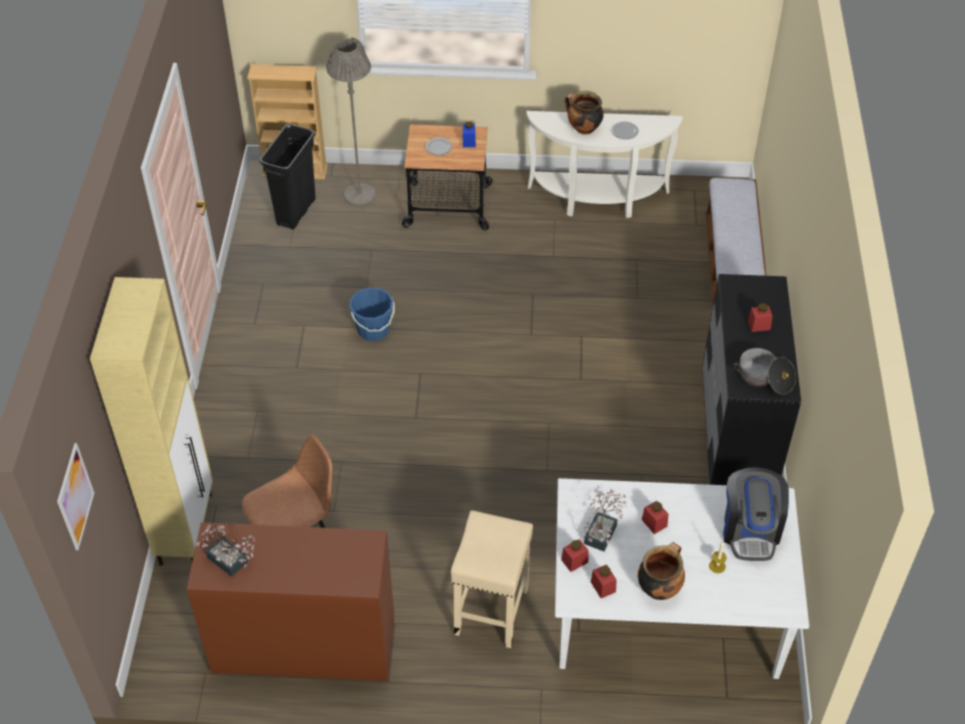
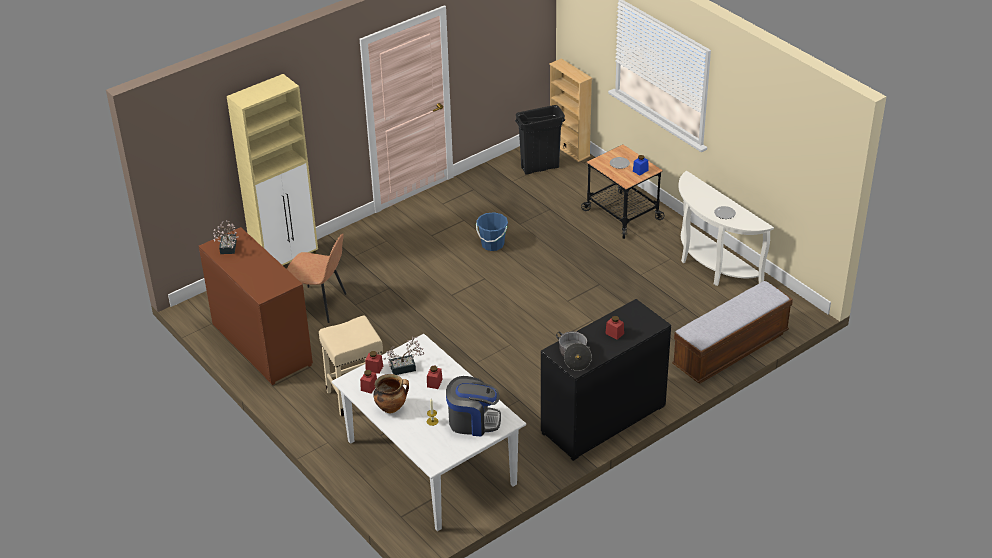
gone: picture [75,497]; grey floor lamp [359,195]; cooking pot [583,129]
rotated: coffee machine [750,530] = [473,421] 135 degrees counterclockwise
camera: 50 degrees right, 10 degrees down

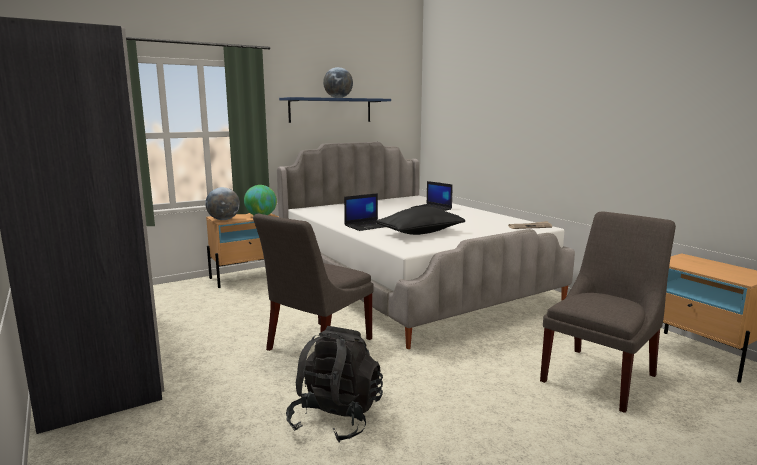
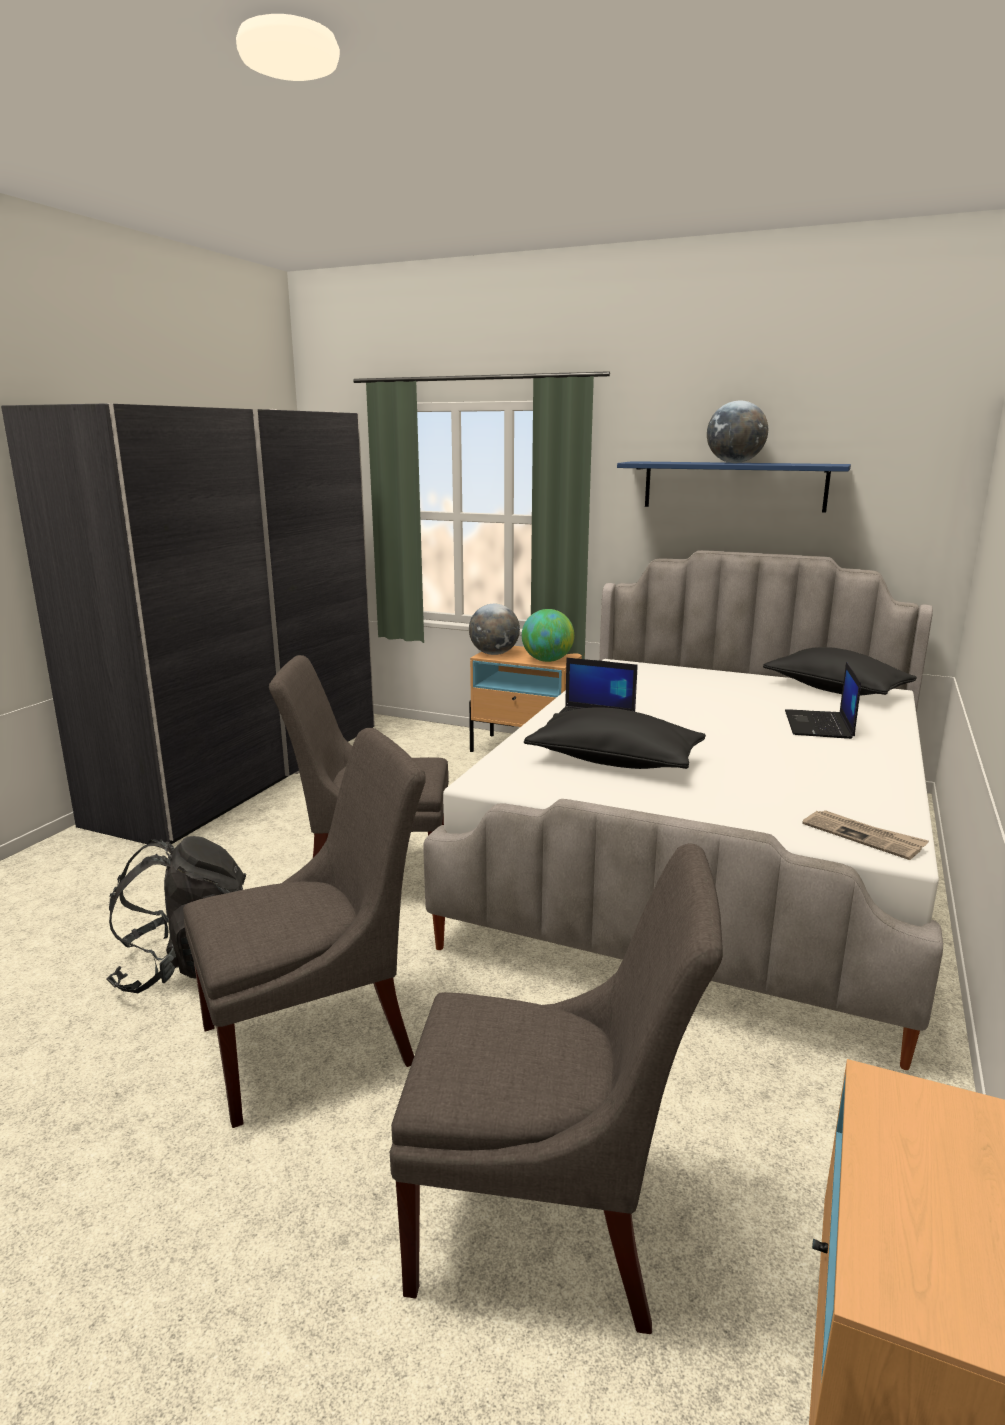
new: grey chair [318,1041]; black pillow [835,690]
camera: 55 degrees right, 5 degrees up

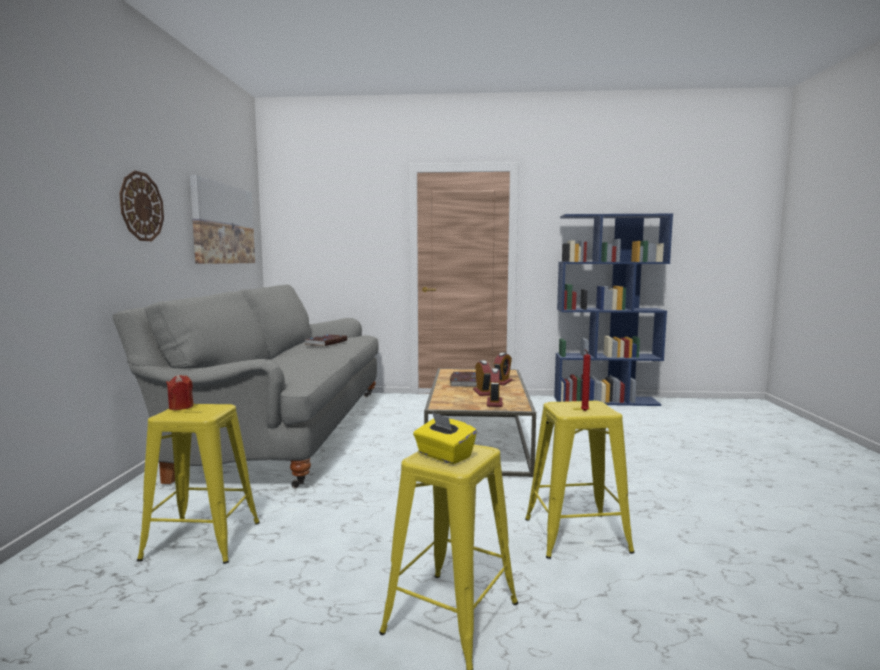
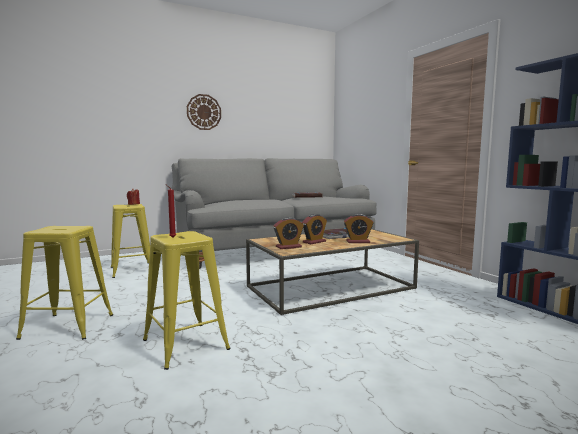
gone: picture [223,224]; yellow tissue box [444,456]
camera: 60 degrees right, 0 degrees up

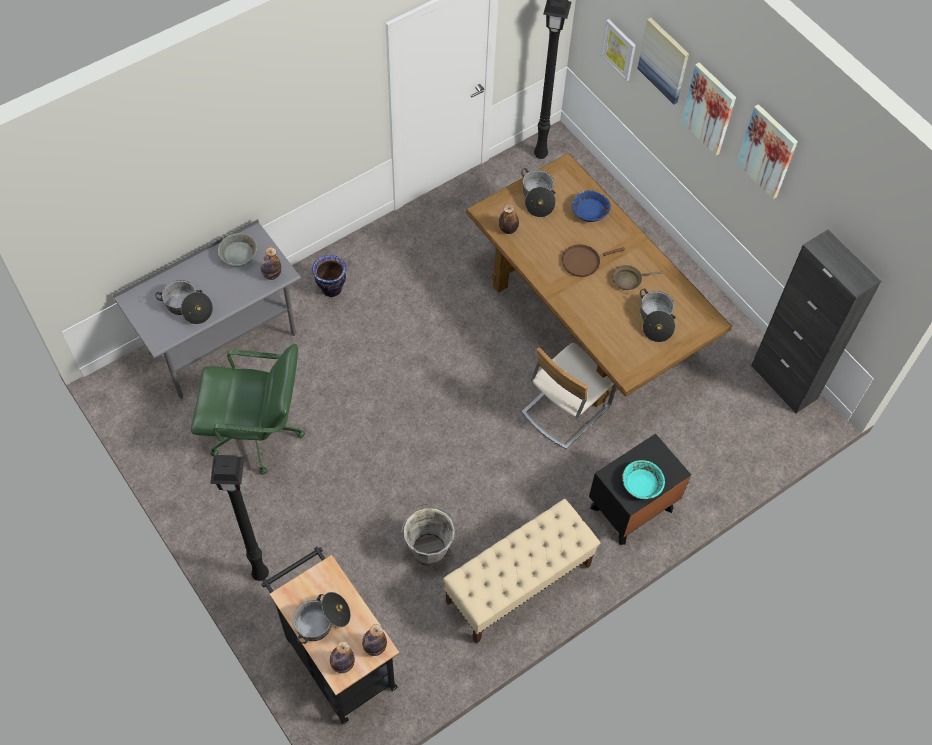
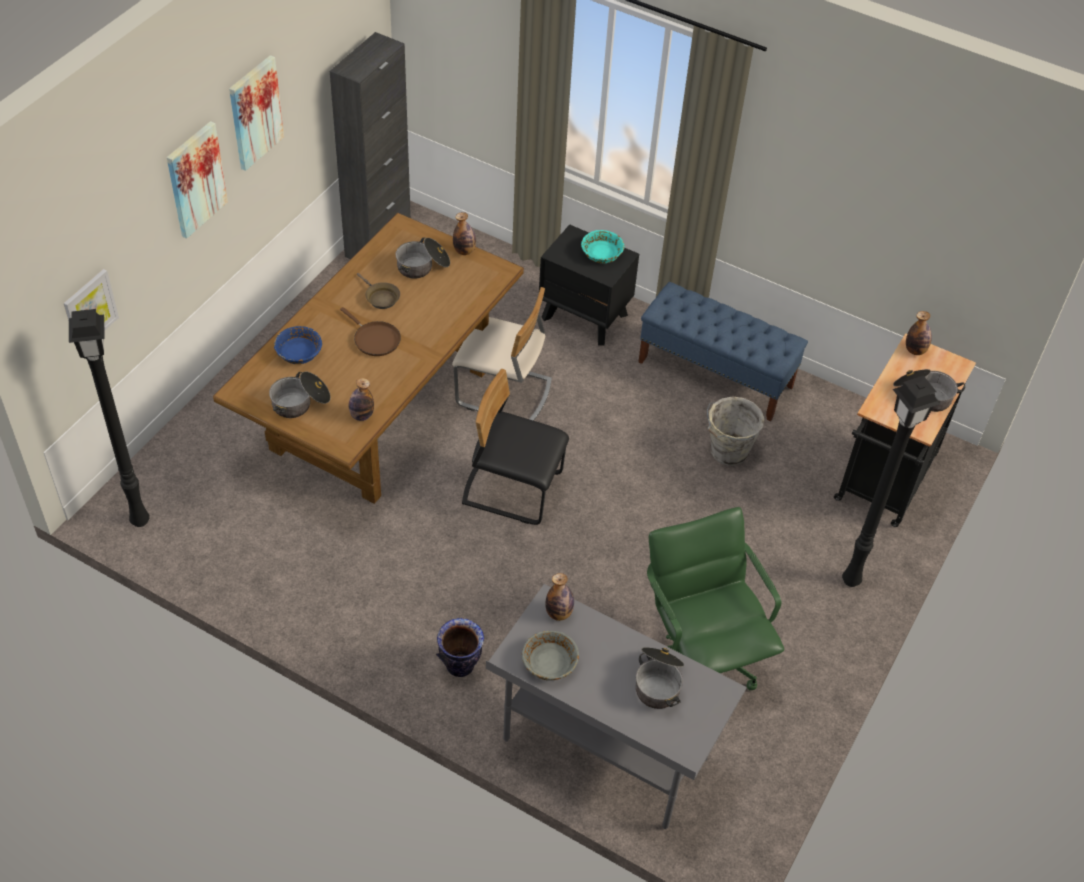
gone: picture [664,60]
new: black chair [512,488]
shifted: bottle [342,664] to [464,251]
repainted: beige bench [518,584] to blue bench [716,374]
camera: 115 degrees left, 10 degrees down

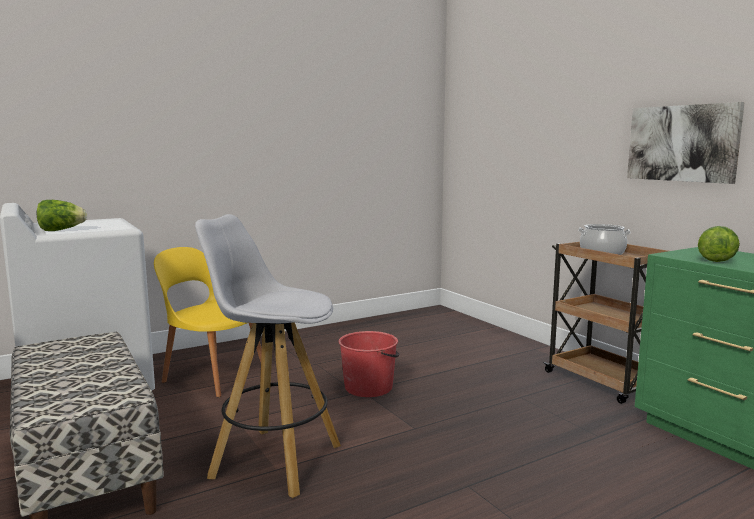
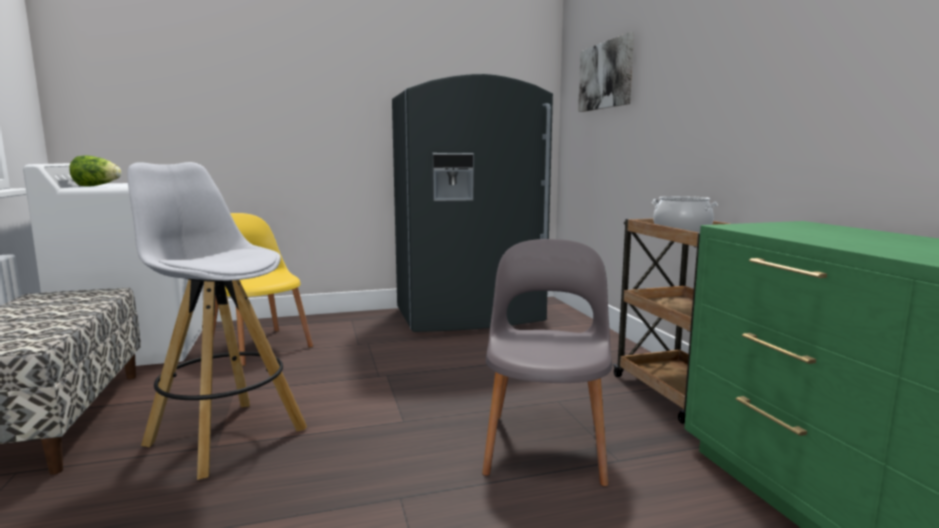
gone: red bucket [369,387]; lettuce [716,259]
new: grey fridge [470,316]; grey chair [546,444]
shifted: picture [682,143] to [605,75]
camera: 15 degrees right, 0 degrees up

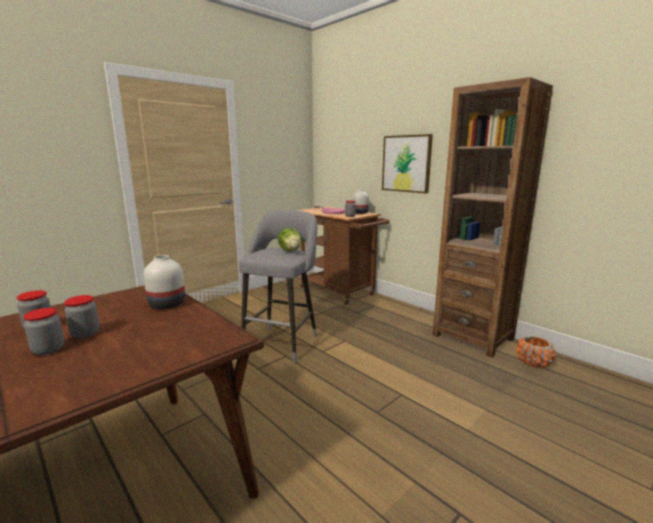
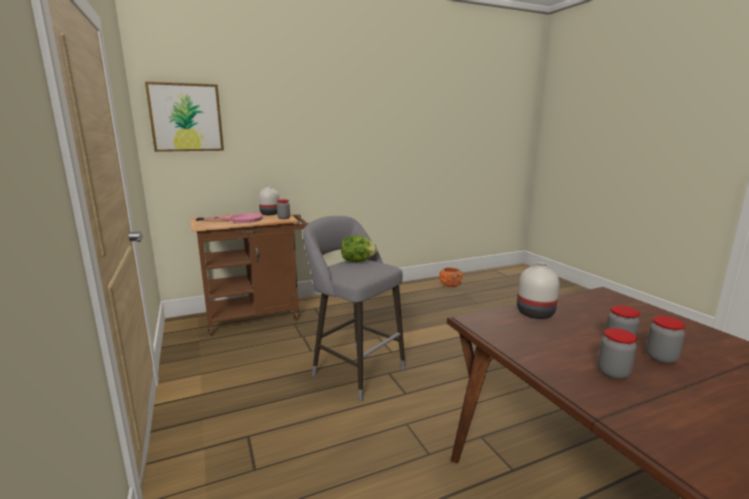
gone: brown bookcase [473,337]
shifted: picture [406,163] to [186,117]
camera: 70 degrees left, 0 degrees up

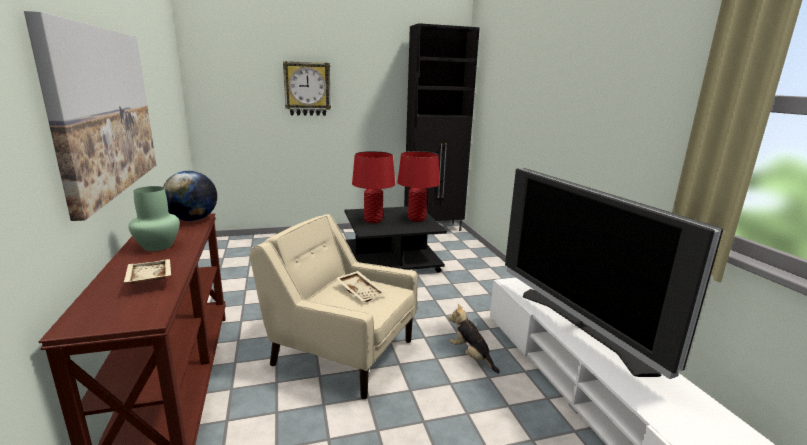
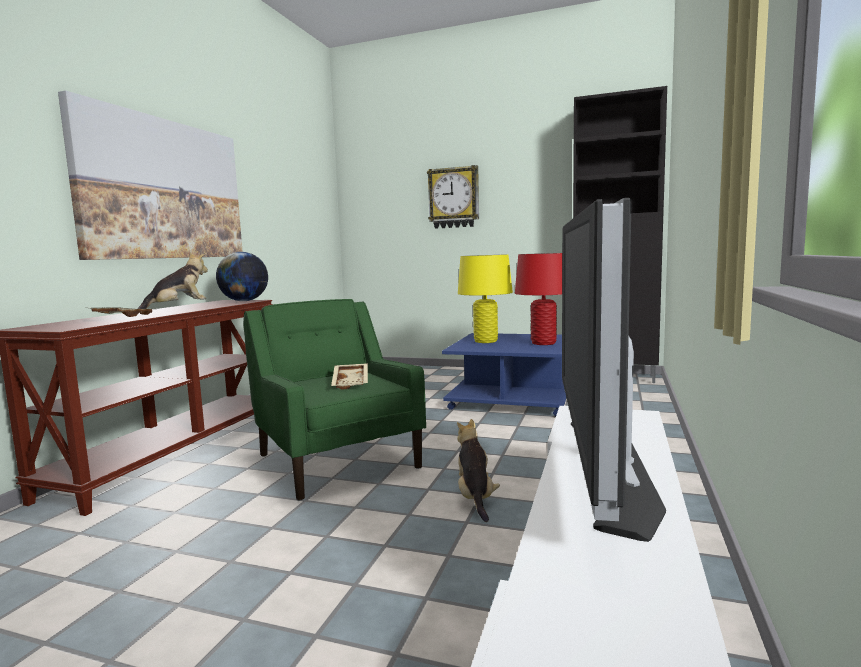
swapped: green vase [157,246] to plush toy [178,308]
repainted: beige armchair [341,352] to green armchair [337,460]; black coffee table [390,259] to blue coffee table [511,397]; red table lamp [373,220] to yellow table lamp [485,341]
camera: 35 degrees right, 10 degrees down

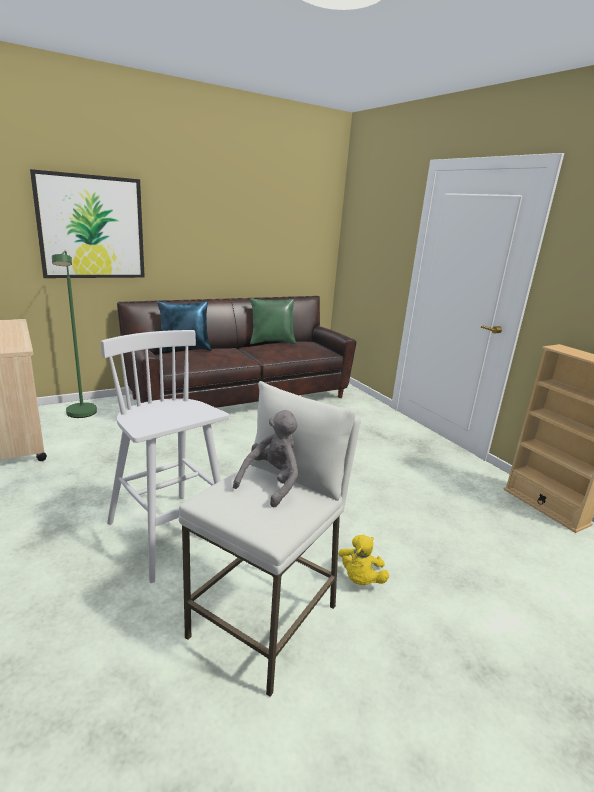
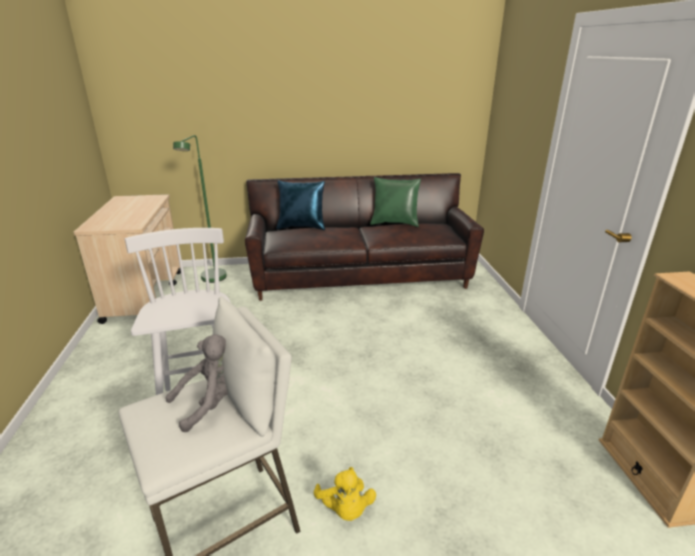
gone: picture [91,227]
rotated: yellow plush toy [360,579] = [345,509] 60 degrees counterclockwise
camera: 25 degrees right, 5 degrees up

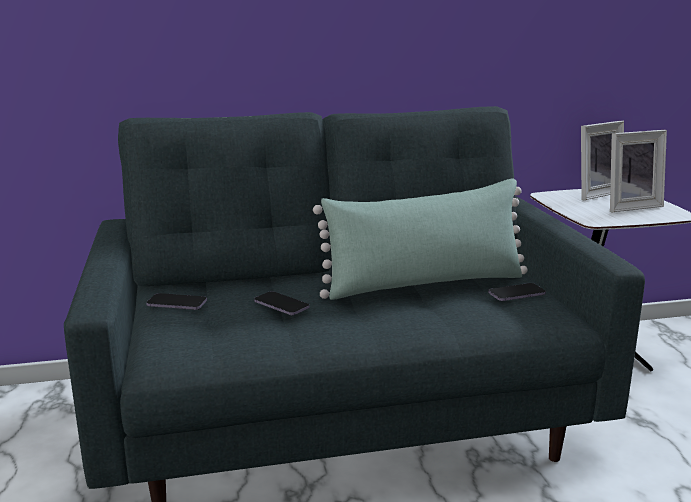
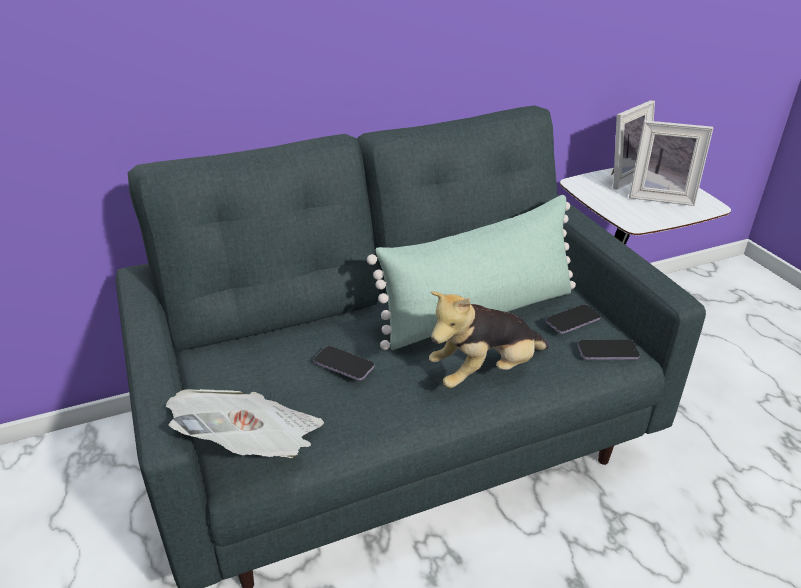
new: newspaper [255,447]; plush toy [485,372]
shifted: phone [177,304] to [607,351]
rotated: picture frame [628,206] = [661,196] 45 degrees clockwise
camera: 10 degrees left, 15 degrees up

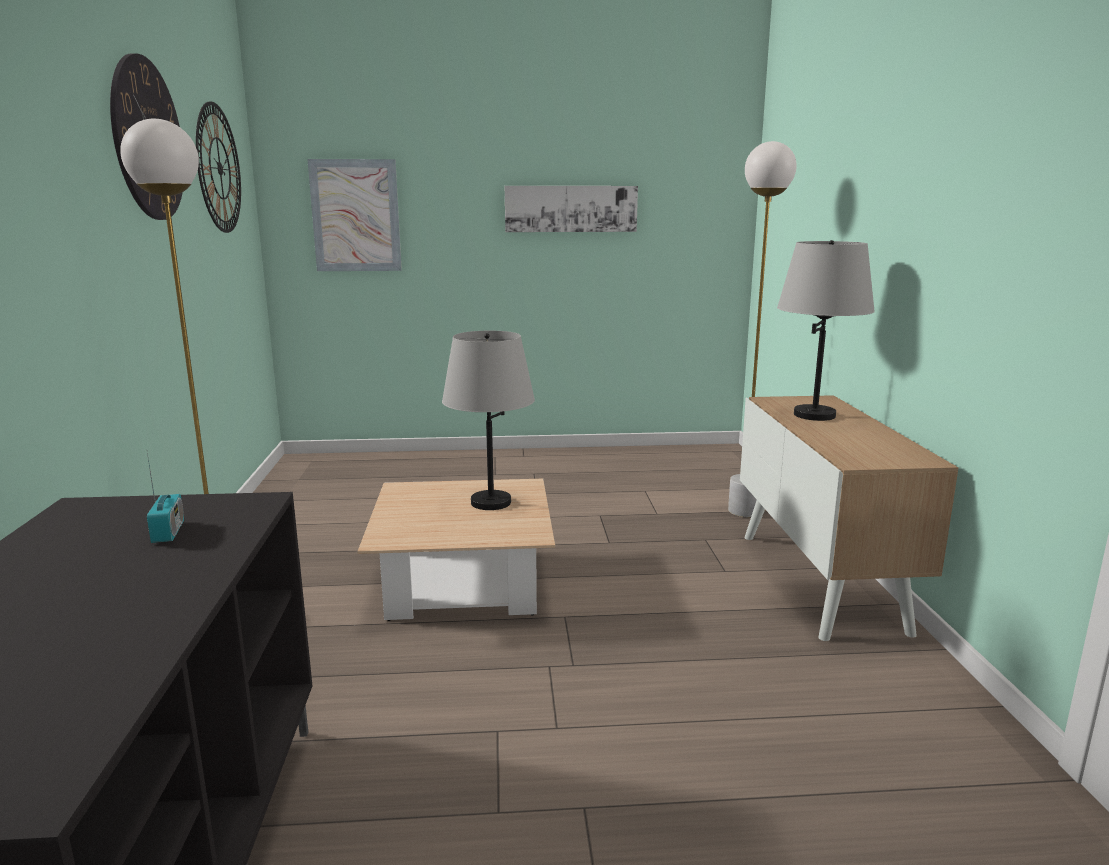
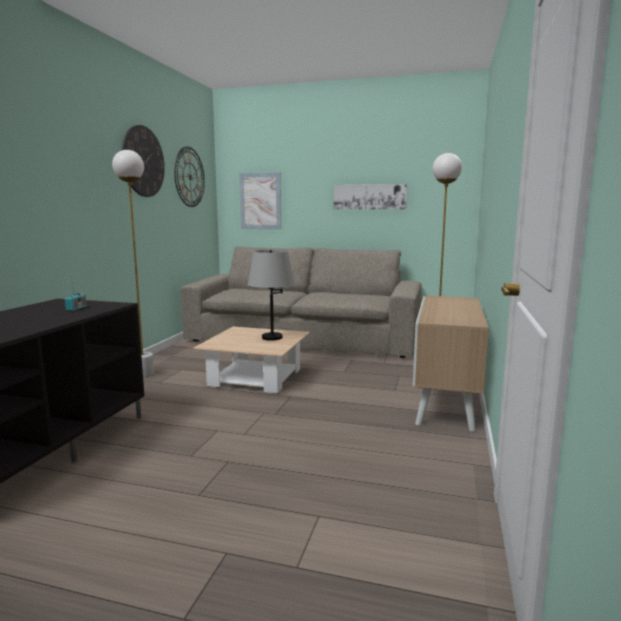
gone: grey table lamp [814,415]
new: beige sofa [304,339]
camera: 20 degrees right, 5 degrees down

